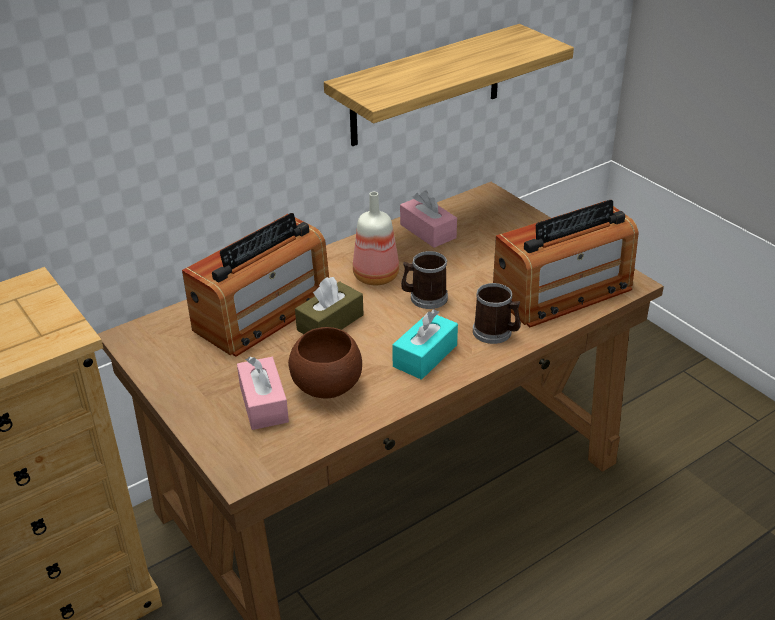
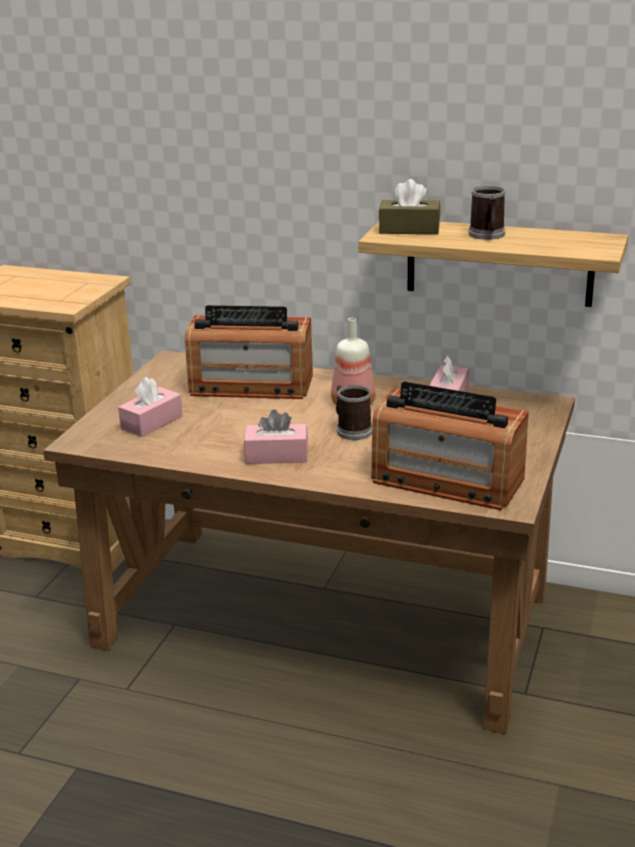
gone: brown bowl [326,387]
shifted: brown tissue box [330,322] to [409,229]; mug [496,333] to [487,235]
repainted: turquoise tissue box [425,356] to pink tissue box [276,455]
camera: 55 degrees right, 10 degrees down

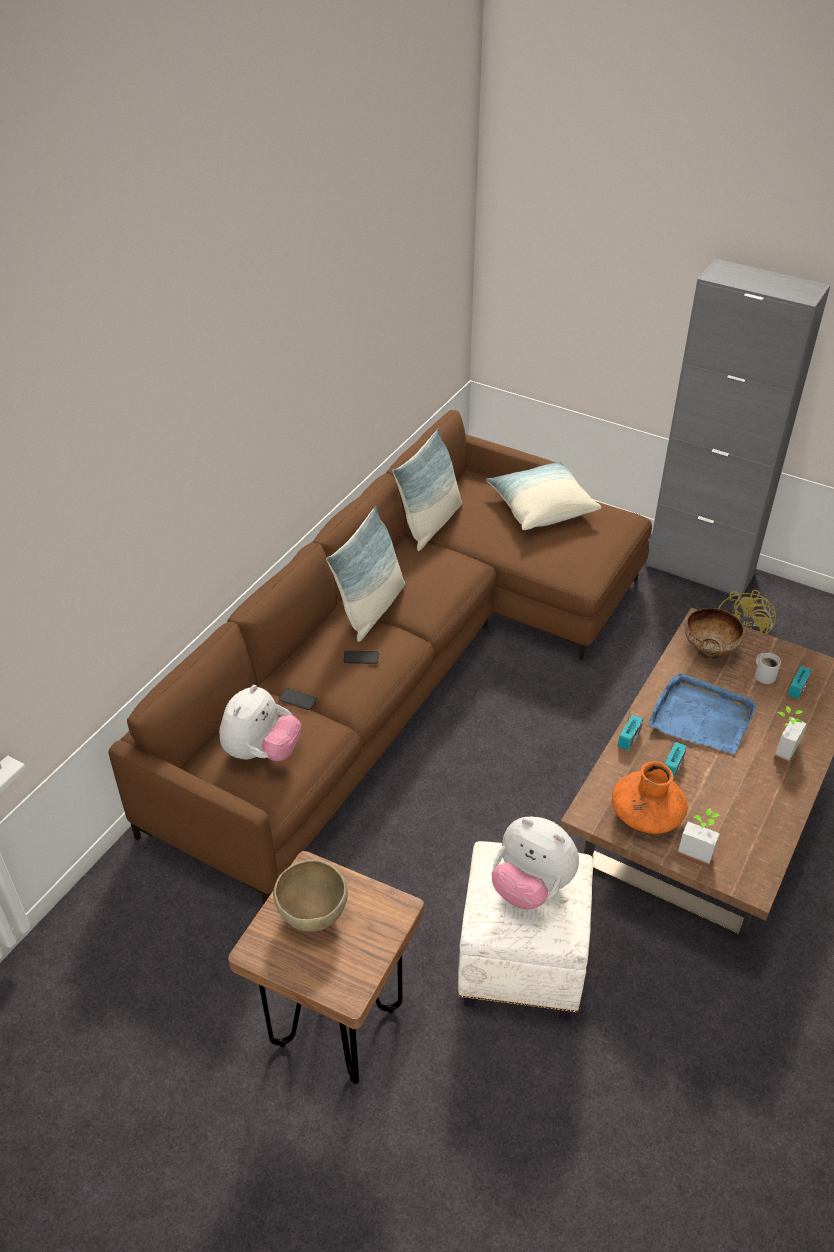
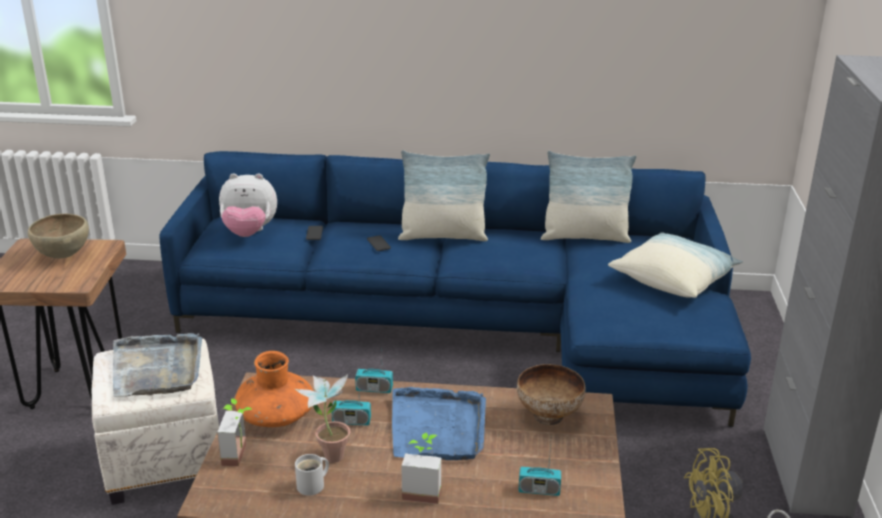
new: potted plant [329,453]
shifted: white mug [764,675] to [313,485]
swapped: plush toy [531,887] to grey tray [157,368]
repainted: brown sofa [407,664] to blue sofa [473,325]
camera: 65 degrees right, 15 degrees down

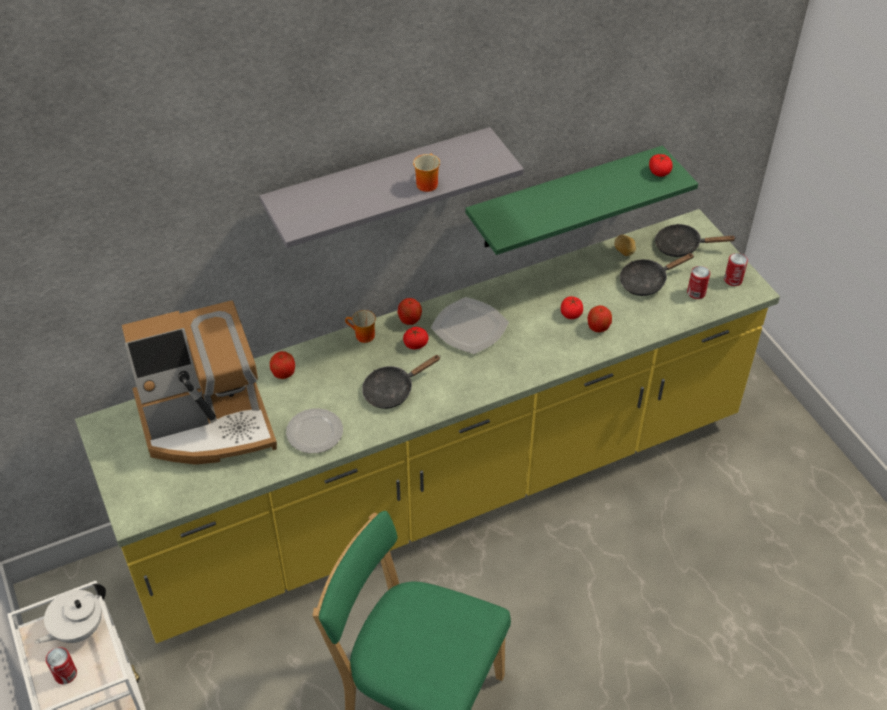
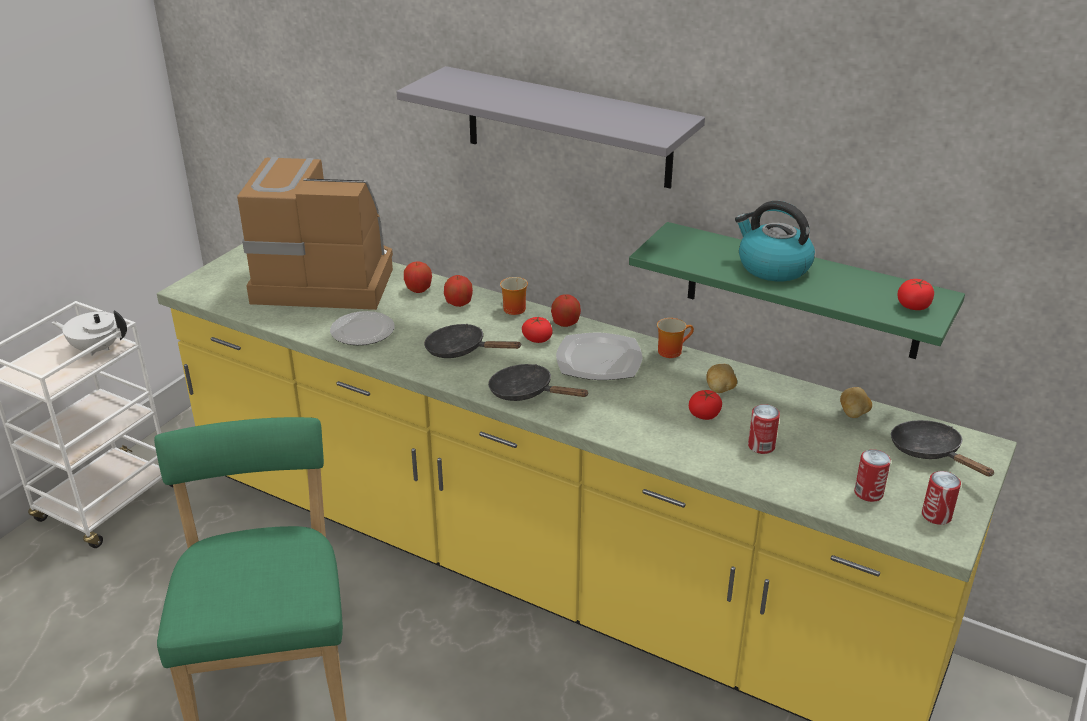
new: potato [720,390]; kettle [772,267]
shifted: apple [598,327] to [458,304]; black frying pan [647,281] to [527,393]; mug [426,183] to [671,350]; can [65,674] to [761,446]
rotated: coffee machine [207,422] = [323,278] 150 degrees clockwise
camera: 55 degrees right, 15 degrees down

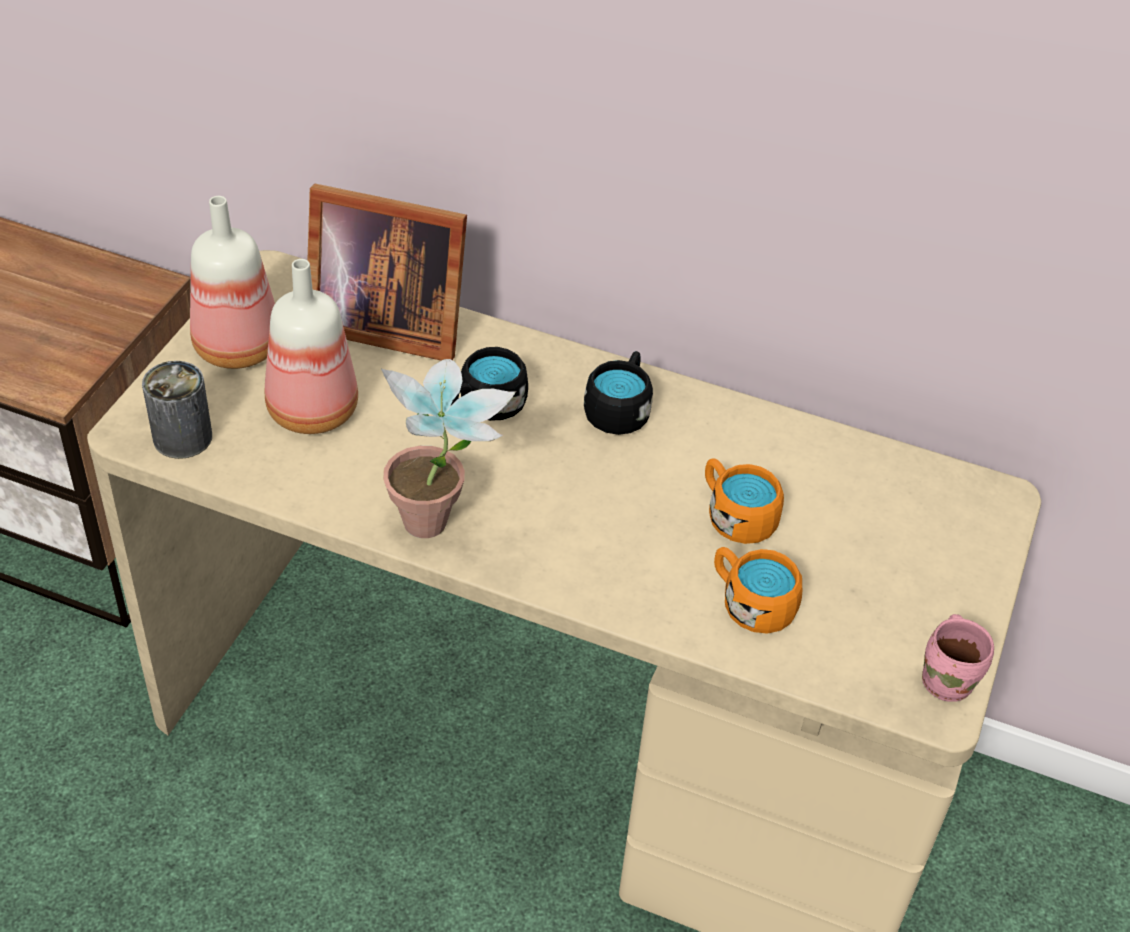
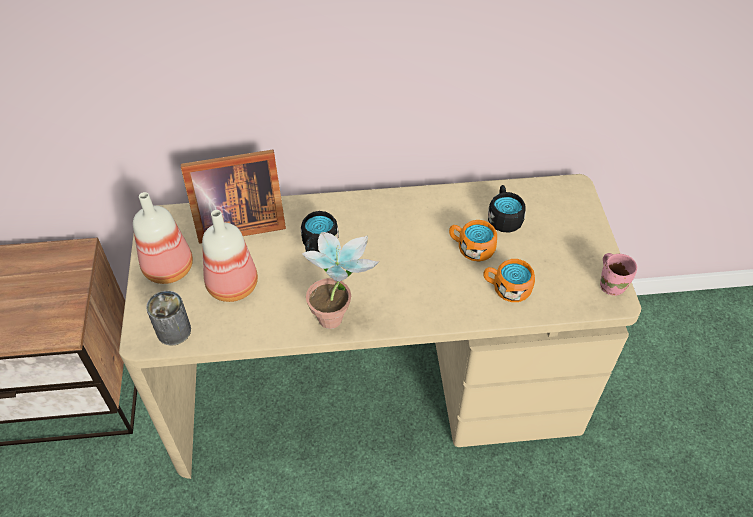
shifted: black mug [620,409] to [503,217]
camera: 25 degrees left, 5 degrees up

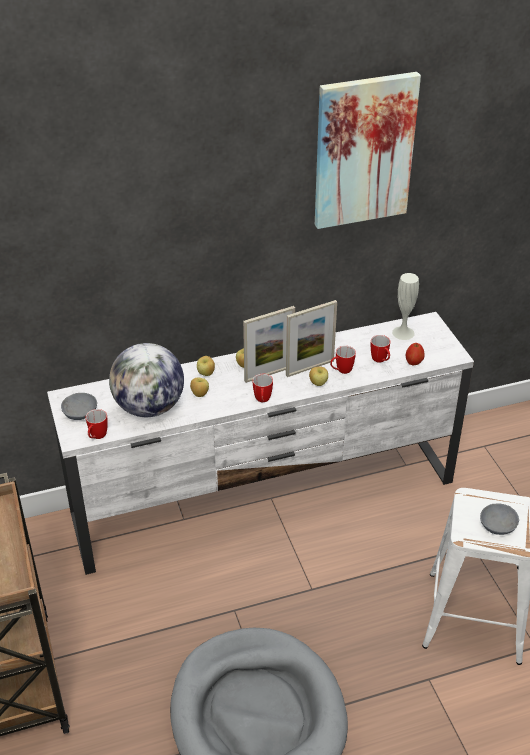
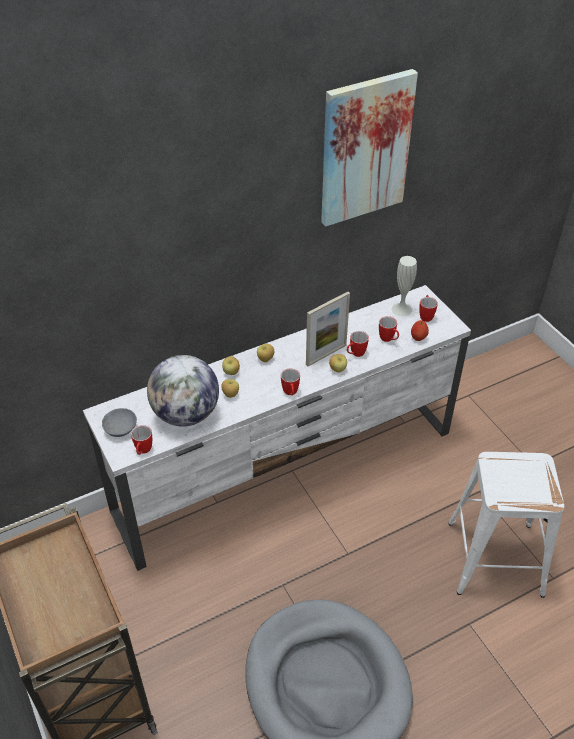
gone: picture frame [269,374]; grey bowl [497,524]
new: mug [426,315]
camera: 10 degrees left, 5 degrees up

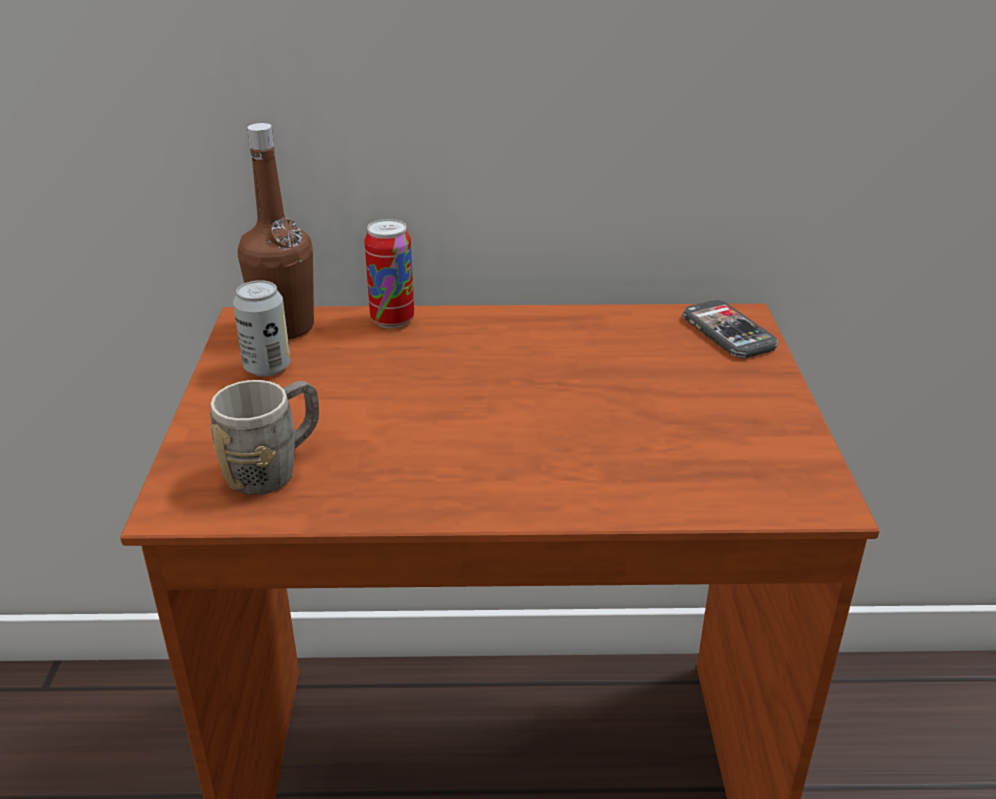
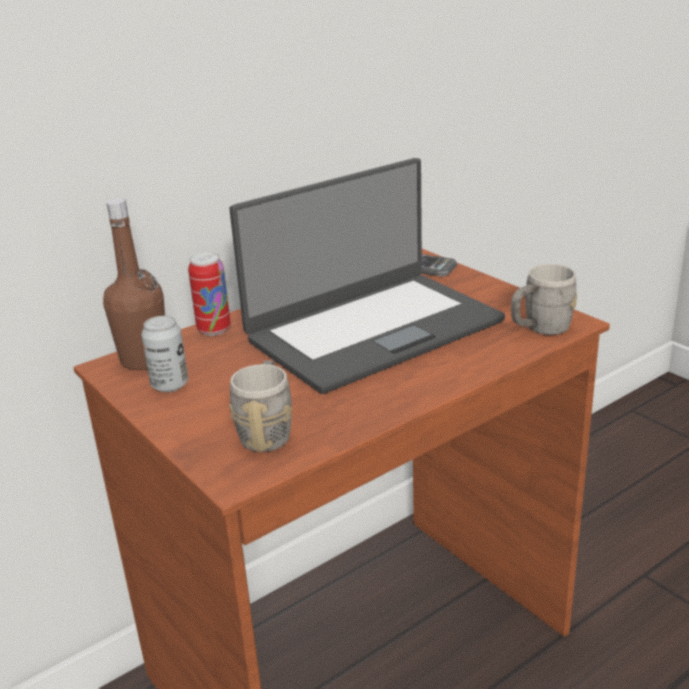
new: laptop [372,329]; grey mug [540,329]
camera: 35 degrees left, 5 degrees down

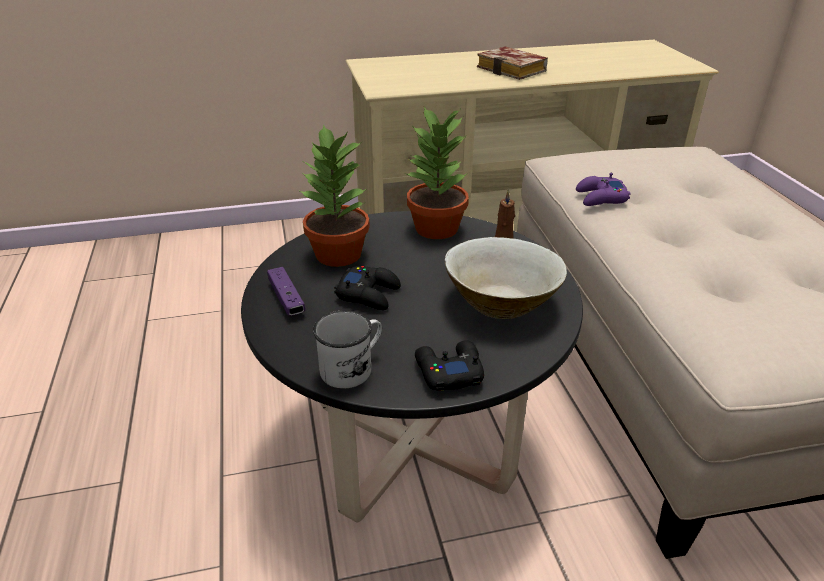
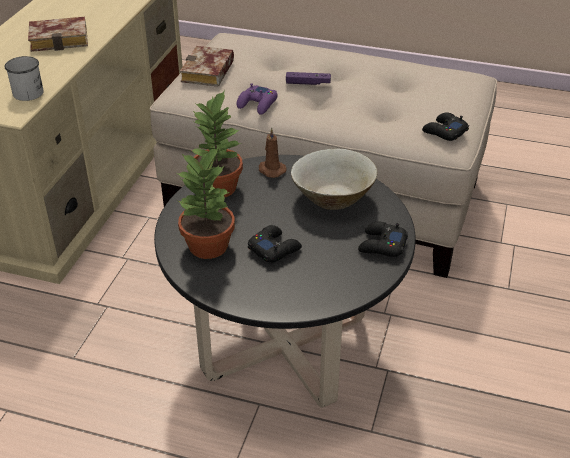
new: book [209,73]; black game controller [444,132]
shifted: white mug [353,367] to [28,90]; purple game controller [286,298] to [308,83]
camera: 60 degrees left, 5 degrees up

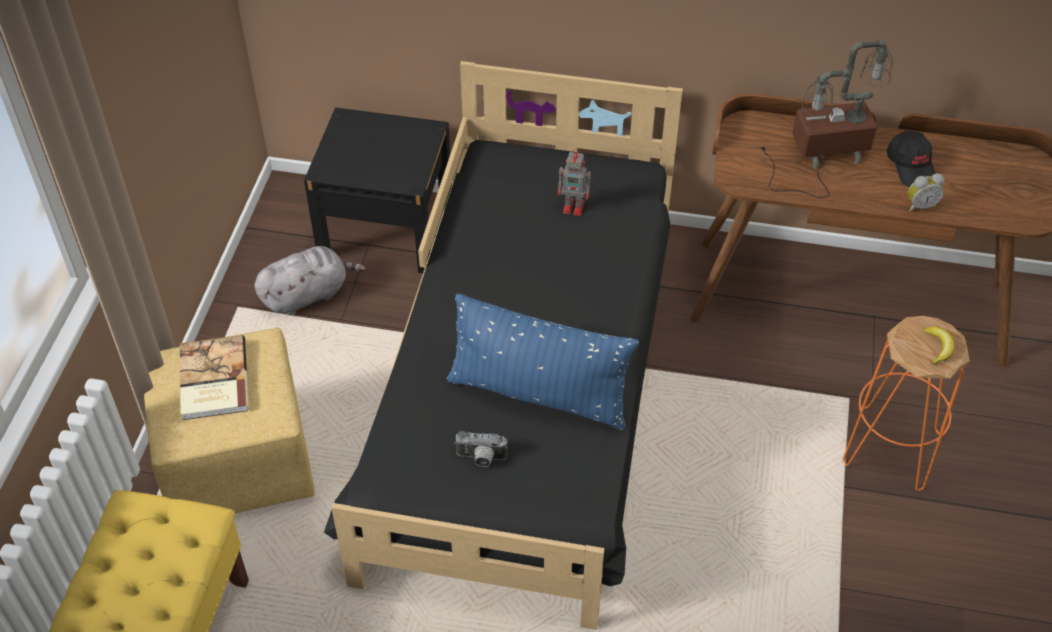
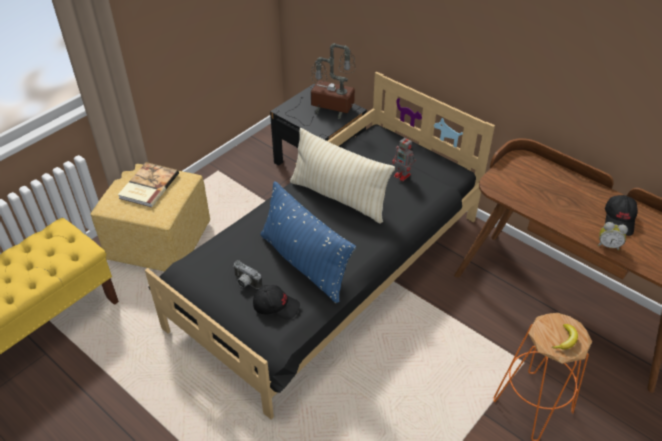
gone: grey plush toy [308,295]
new: black cap [276,306]; beige pillow [339,197]
shifted: table lamp [821,156] to [325,109]
camera: 30 degrees right, 5 degrees down

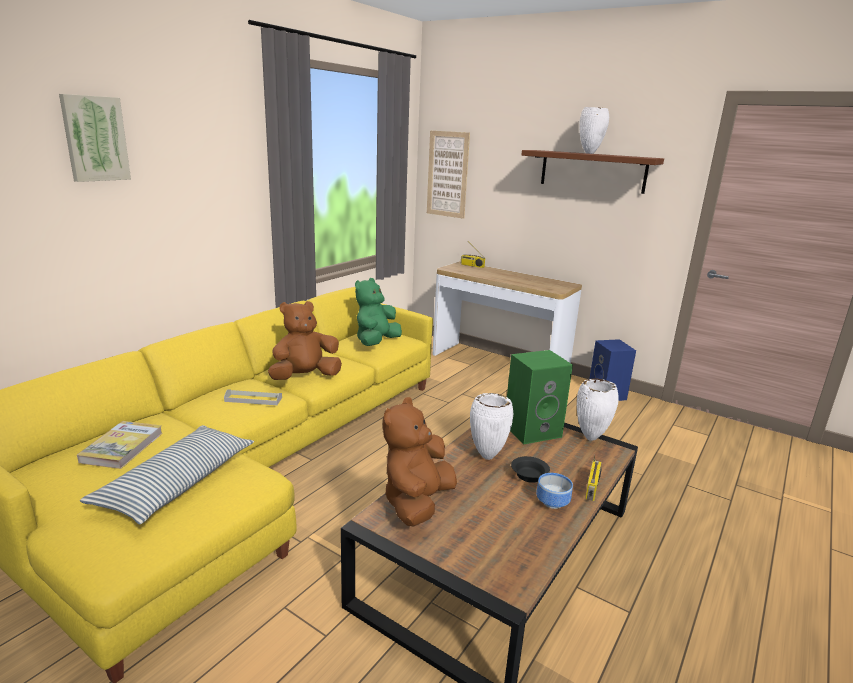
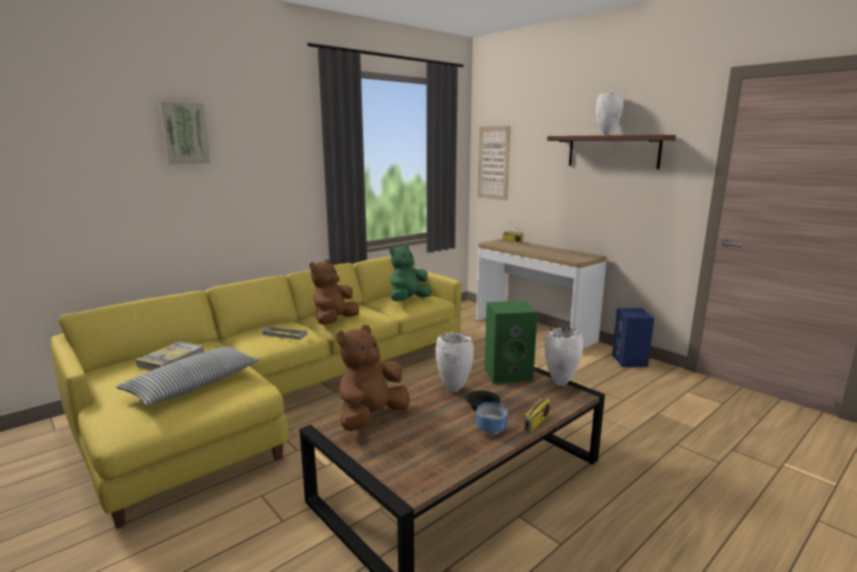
rotated: brown plush toy [305,377] = [334,322] 45 degrees counterclockwise
camera: 15 degrees right, 5 degrees down

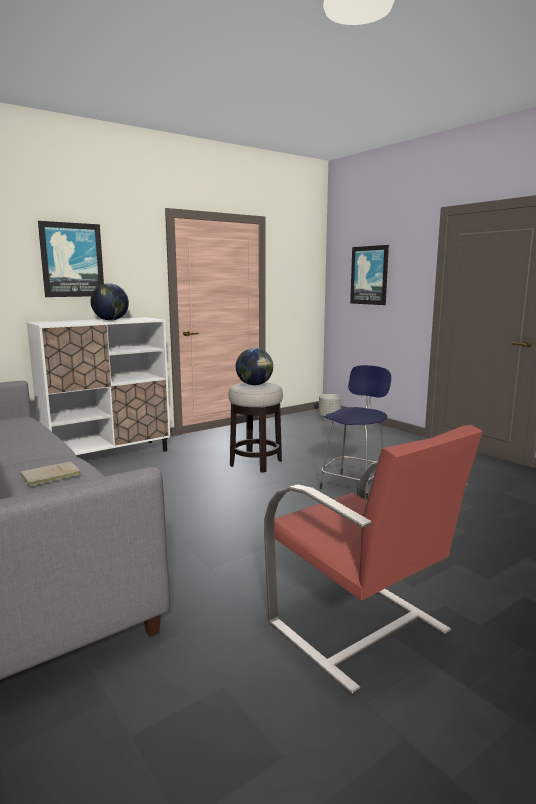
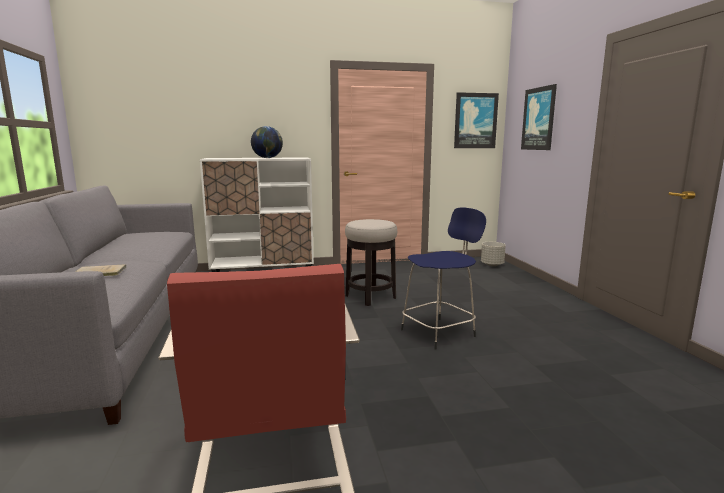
gone: globe [254,385]
shifted: picture [72,260] to [475,121]
camera: 25 degrees right, 0 degrees up

